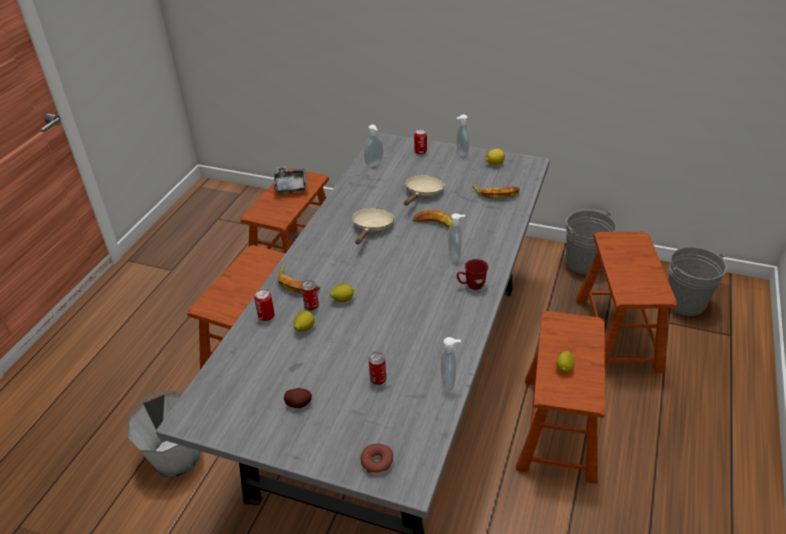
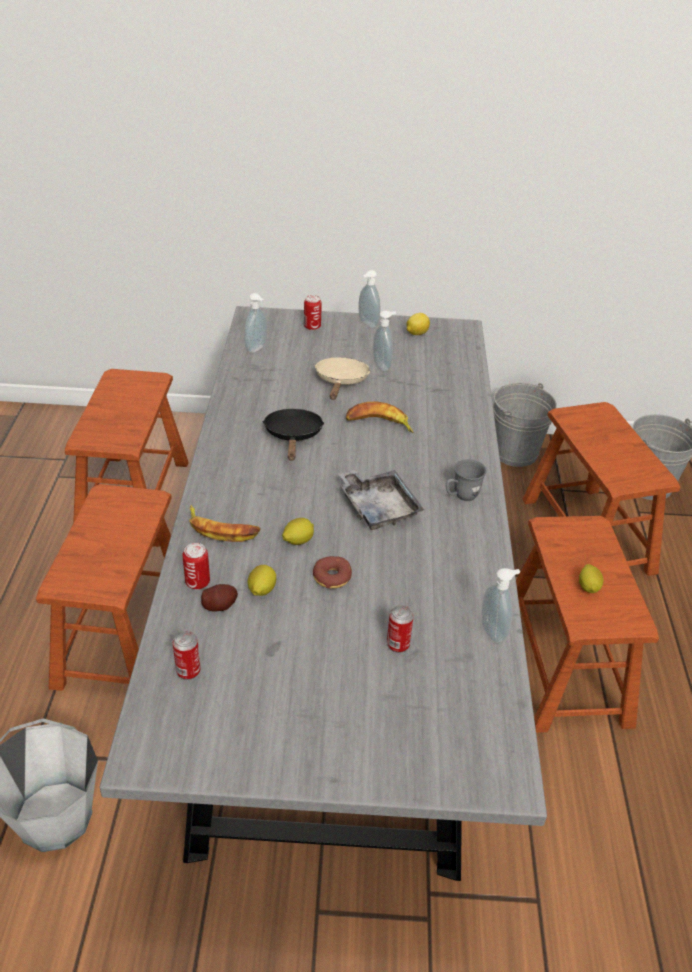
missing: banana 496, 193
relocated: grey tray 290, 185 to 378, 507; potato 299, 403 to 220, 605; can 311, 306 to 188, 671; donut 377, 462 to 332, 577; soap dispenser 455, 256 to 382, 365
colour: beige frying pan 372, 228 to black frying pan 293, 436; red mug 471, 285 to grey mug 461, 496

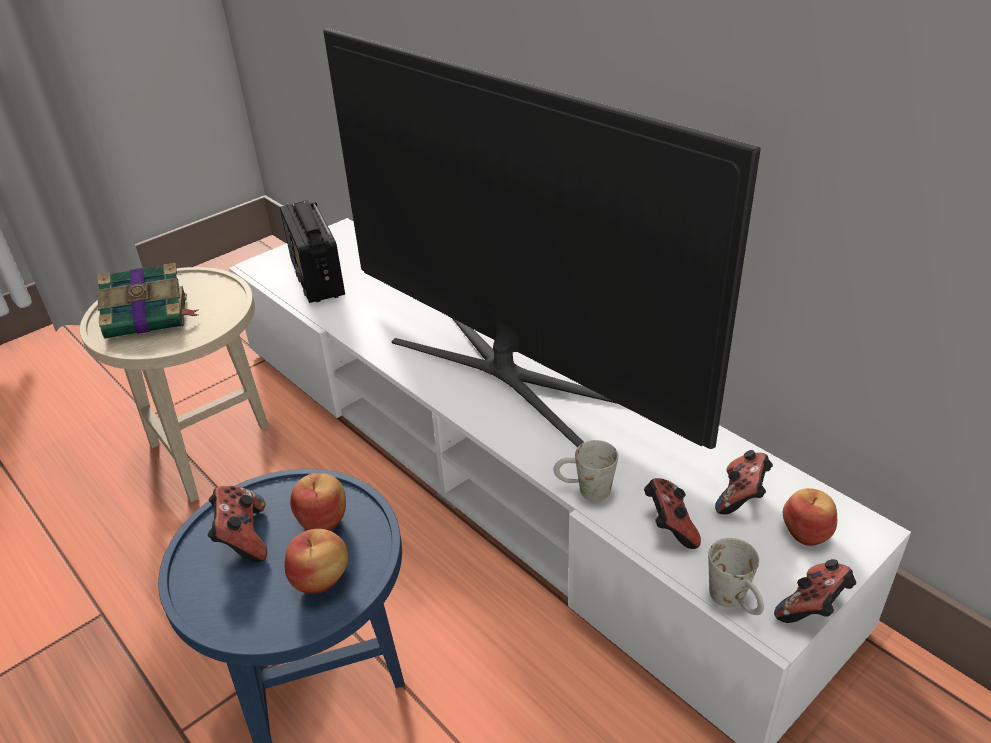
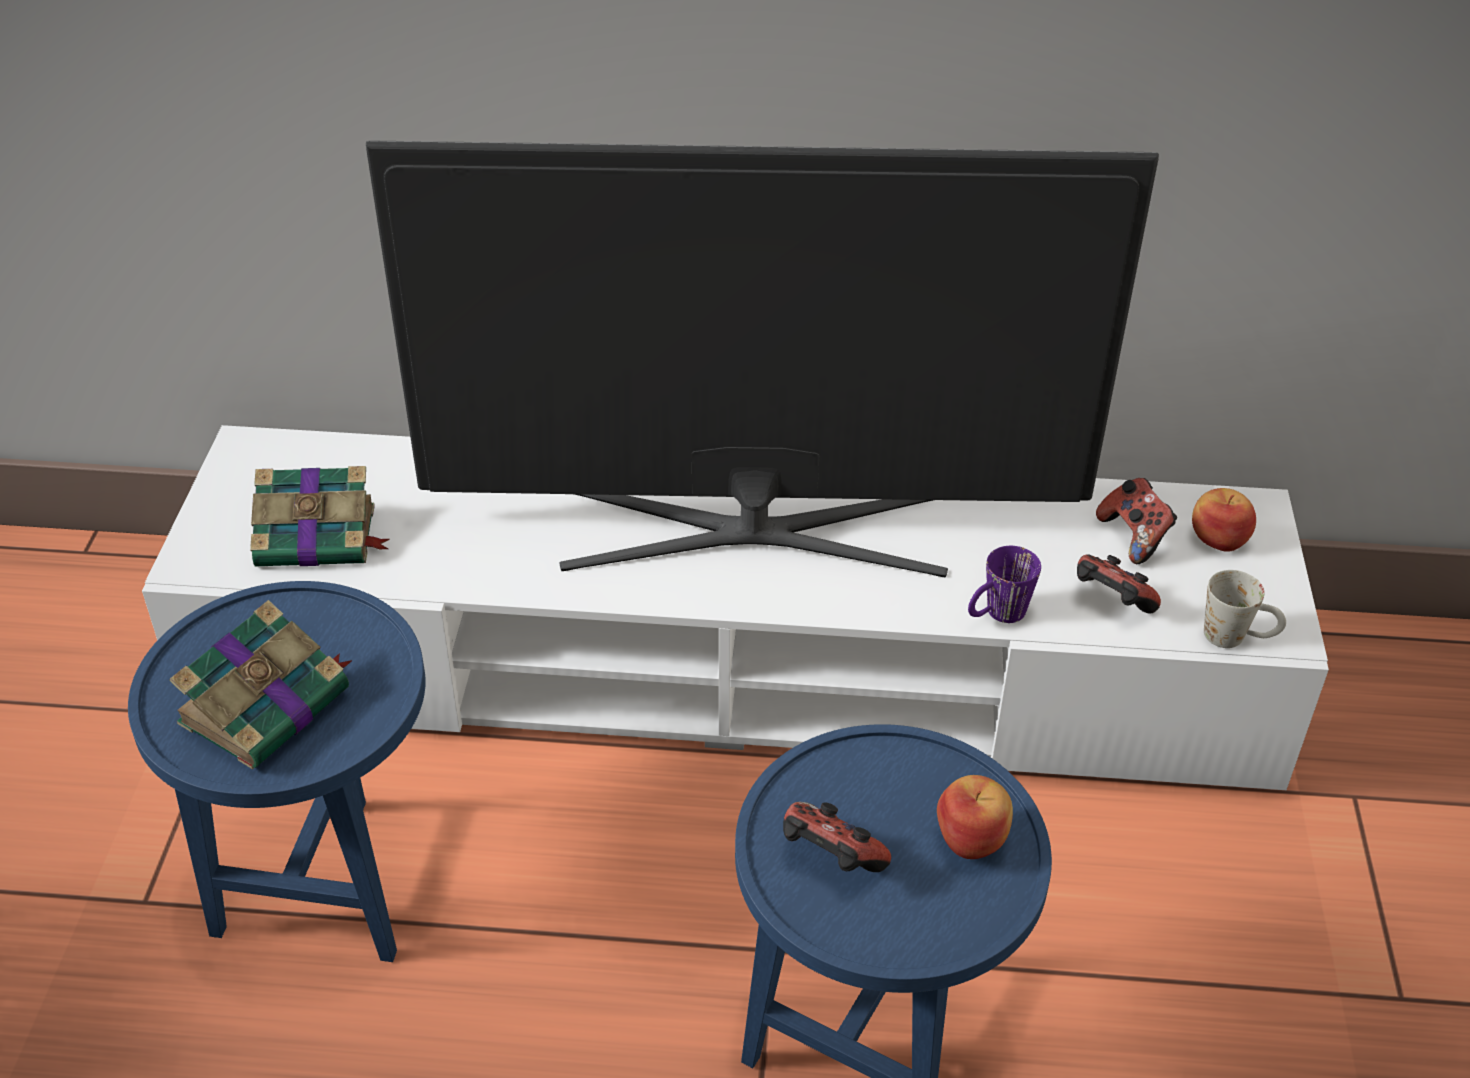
missing: apple 323, 520; game controller 813, 608
exchanged: radio 317, 278 to book 319, 537
colour: beige side table 214, 451 to blue side table 328, 881; white mug 584, 490 to purple mug 996, 615

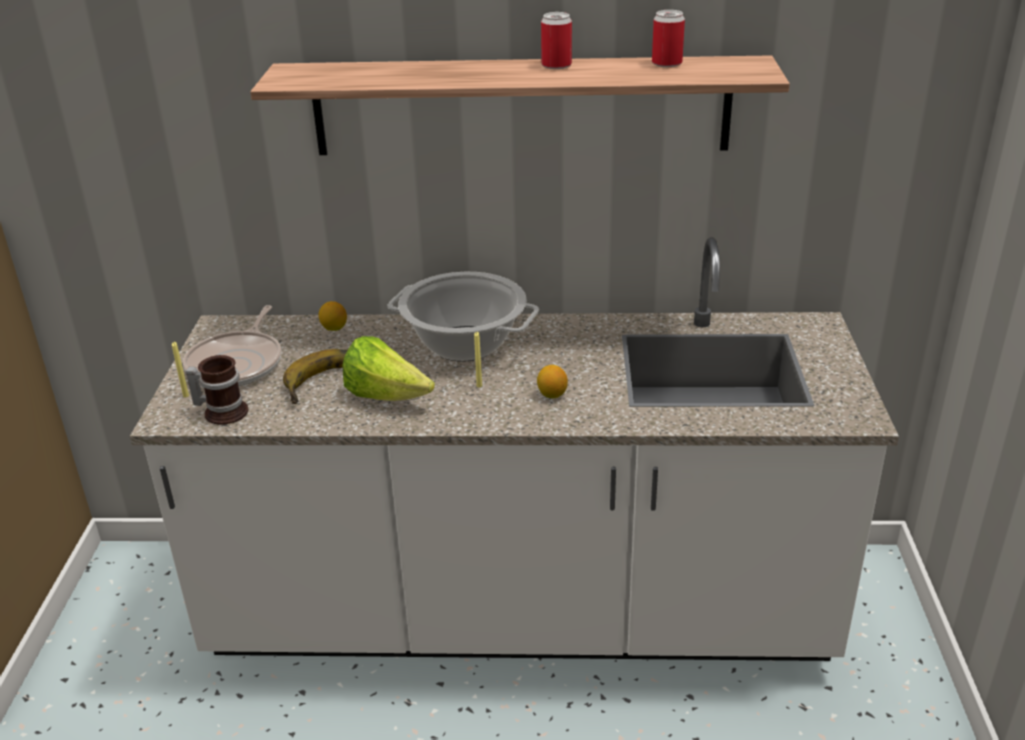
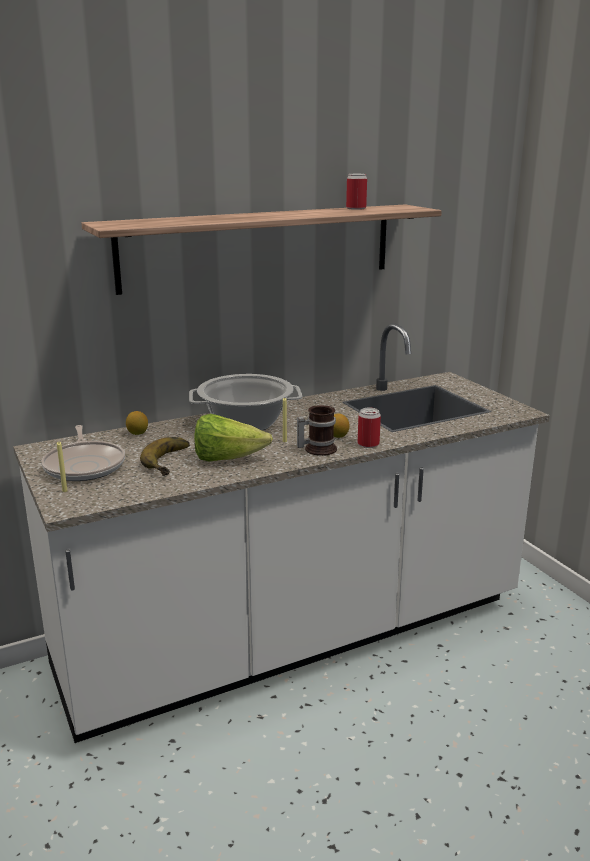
relocated: mug 223, 411 to 317, 449; can 556, 65 to 368, 444

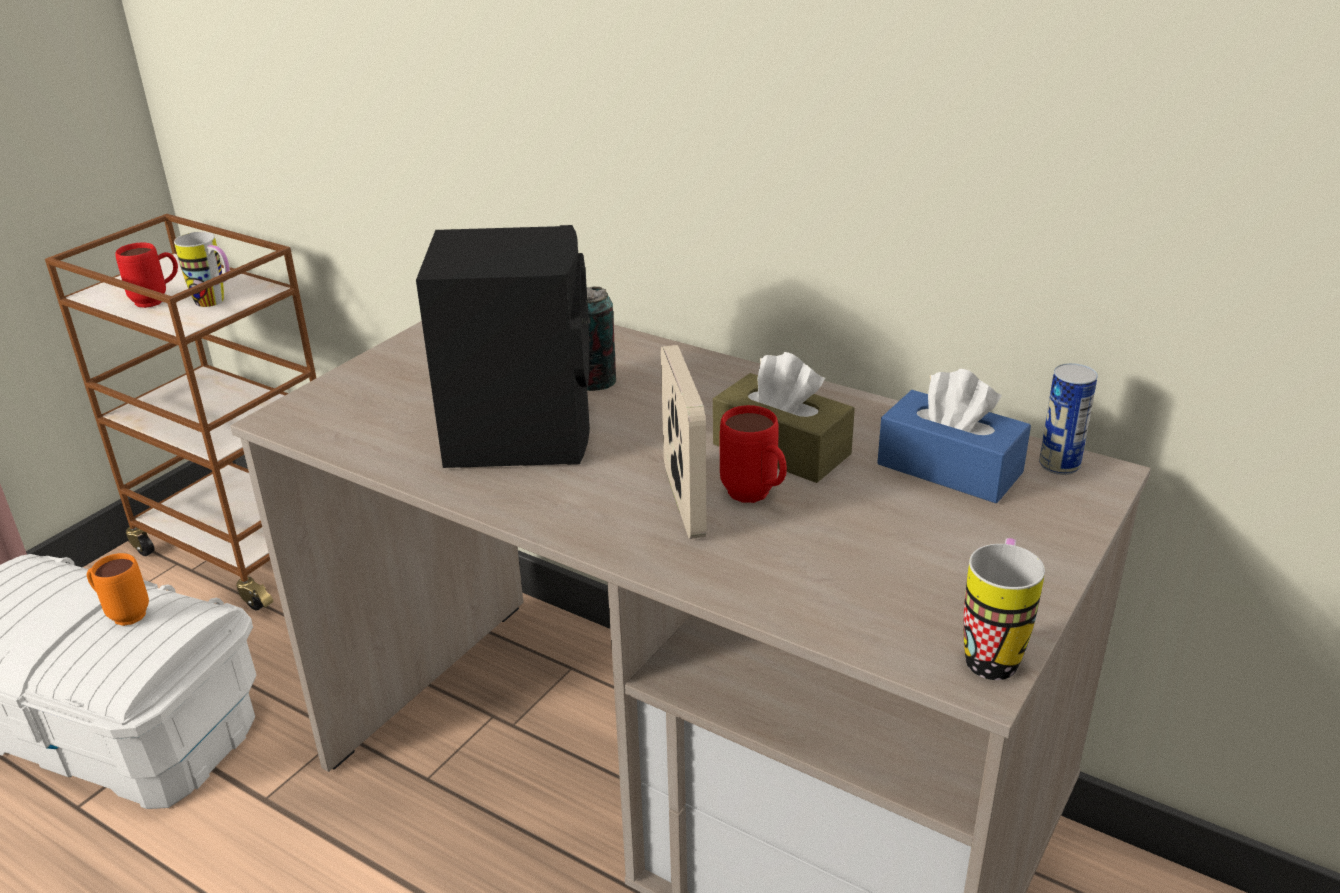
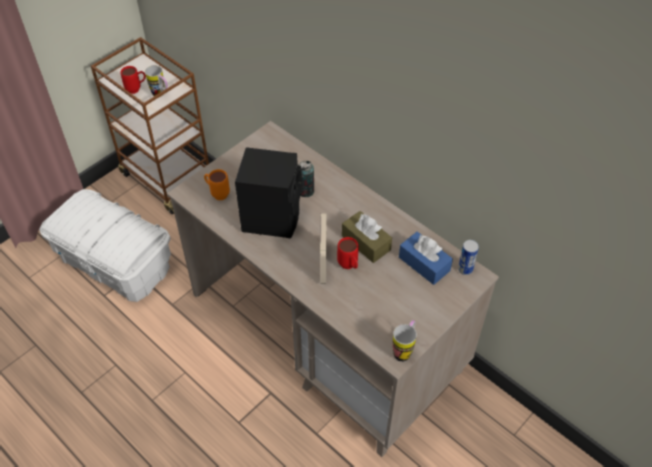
relocated: orange mug 123, 614 to 217, 193

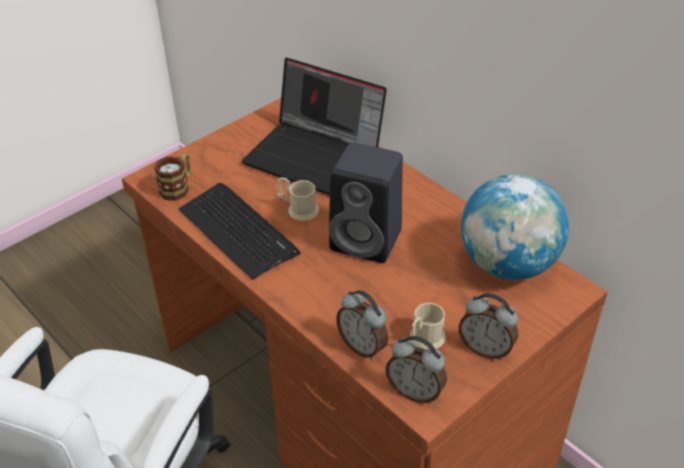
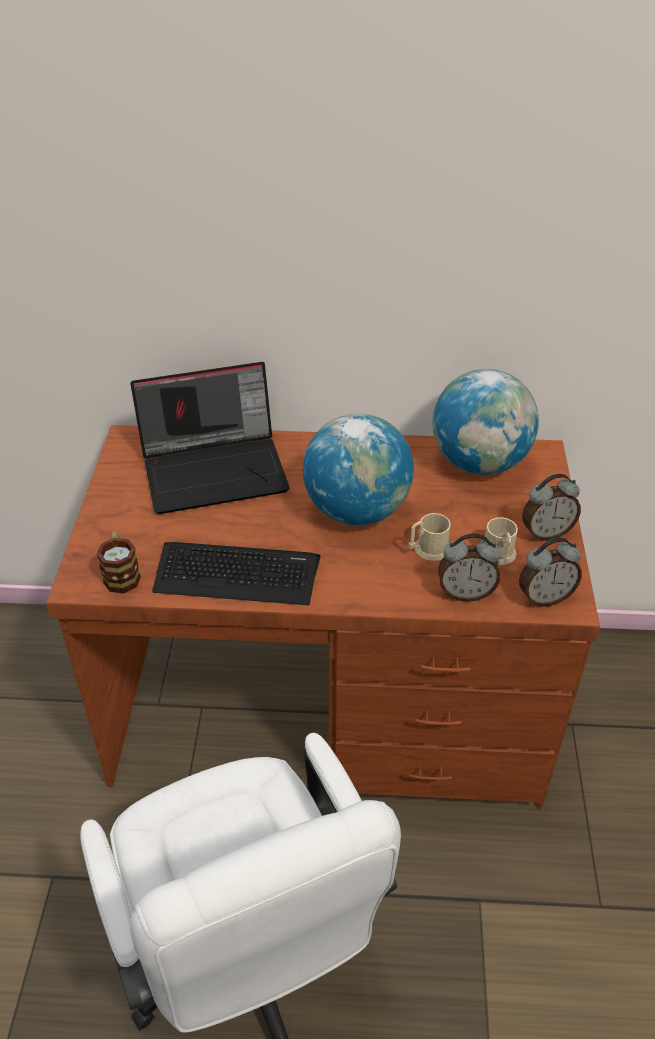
relocated: beige mug 298, 209 to 427, 549
exchanged: black speaker 368, 240 to globe 356, 510

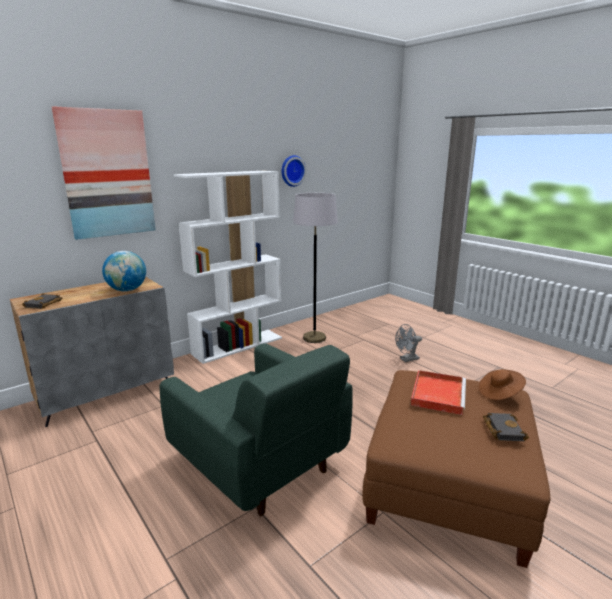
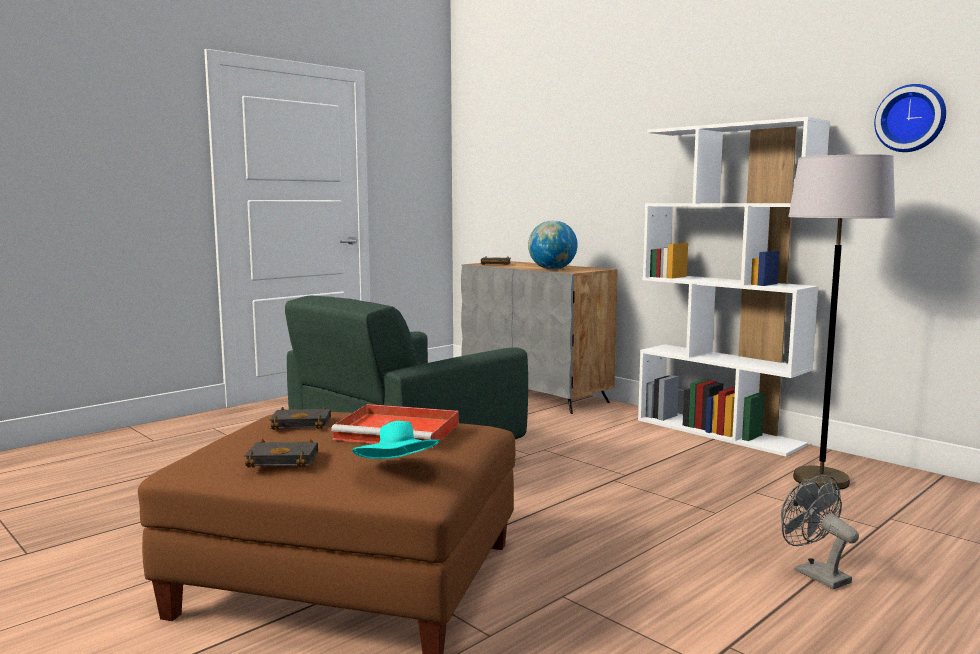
missing: picture 107, 174
appeared: black book 303, 423
colour: brown hat 499, 393 to turquoise hat 398, 470

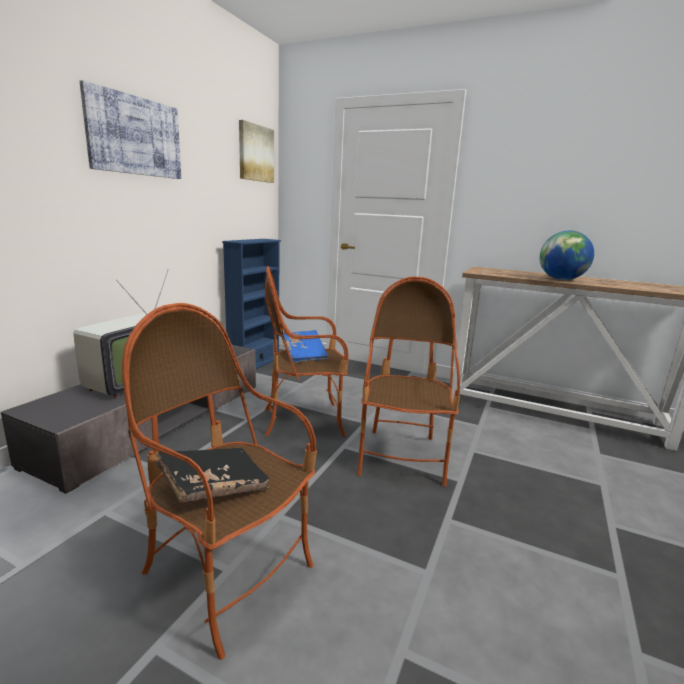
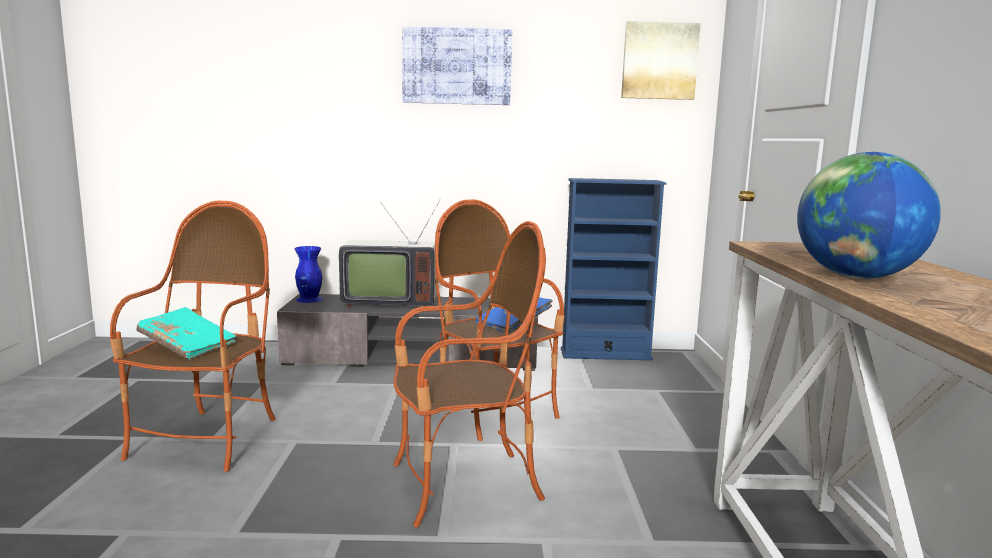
appeared: blue vase 309, 299
colour: black book 214, 486 to turquoise book 188, 346

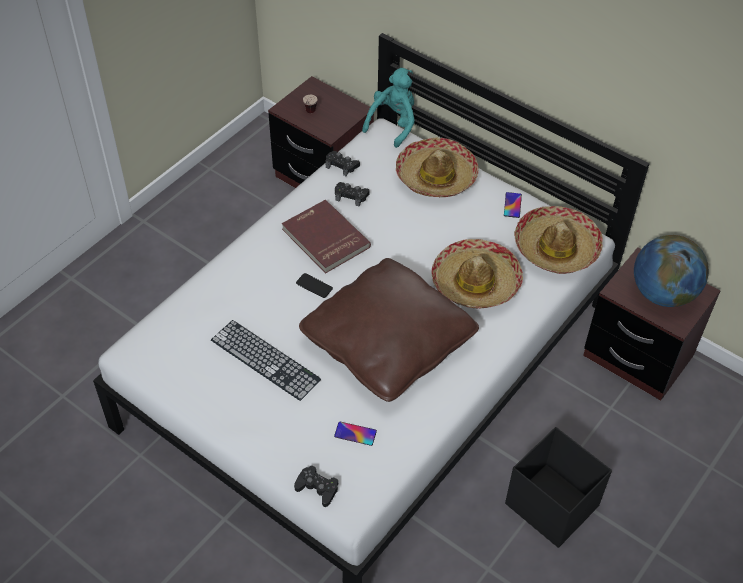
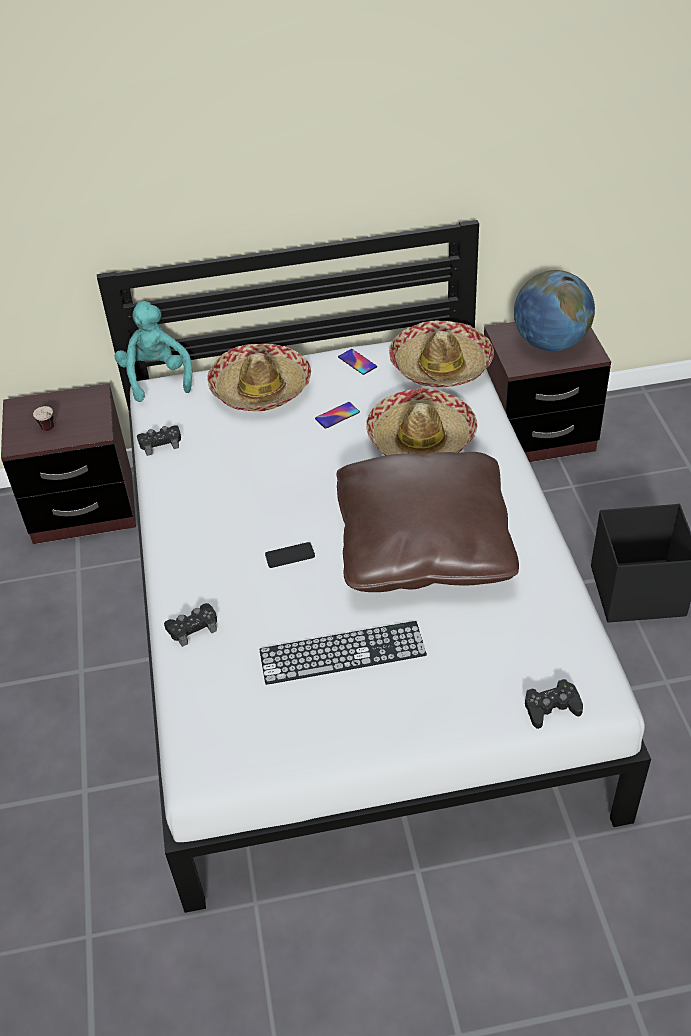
missing: red book 324, 239
relocated: phone 355, 434 to 337, 415; black game controller 351, 196 to 193, 628

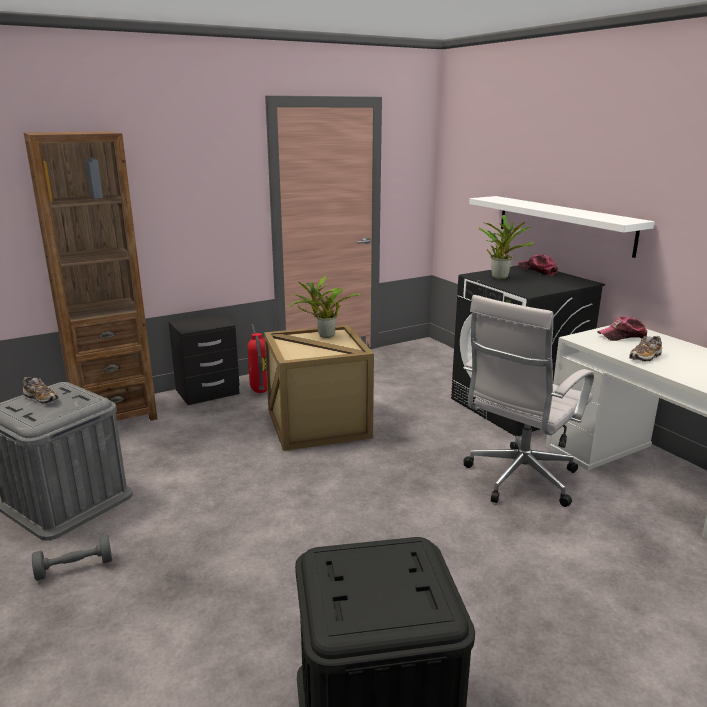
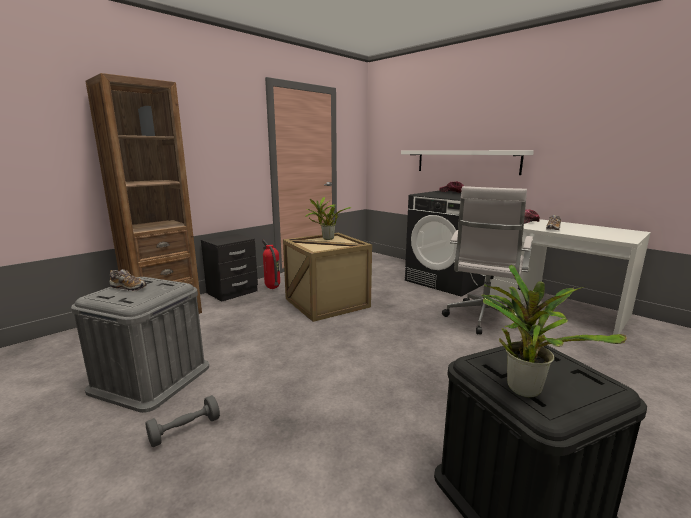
relocated: potted plant 500, 277 to 522, 386

